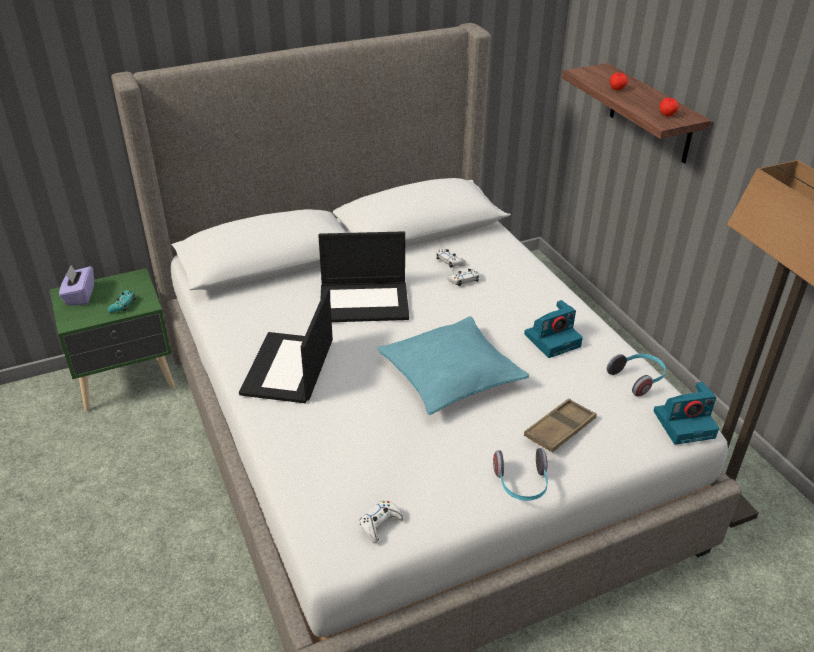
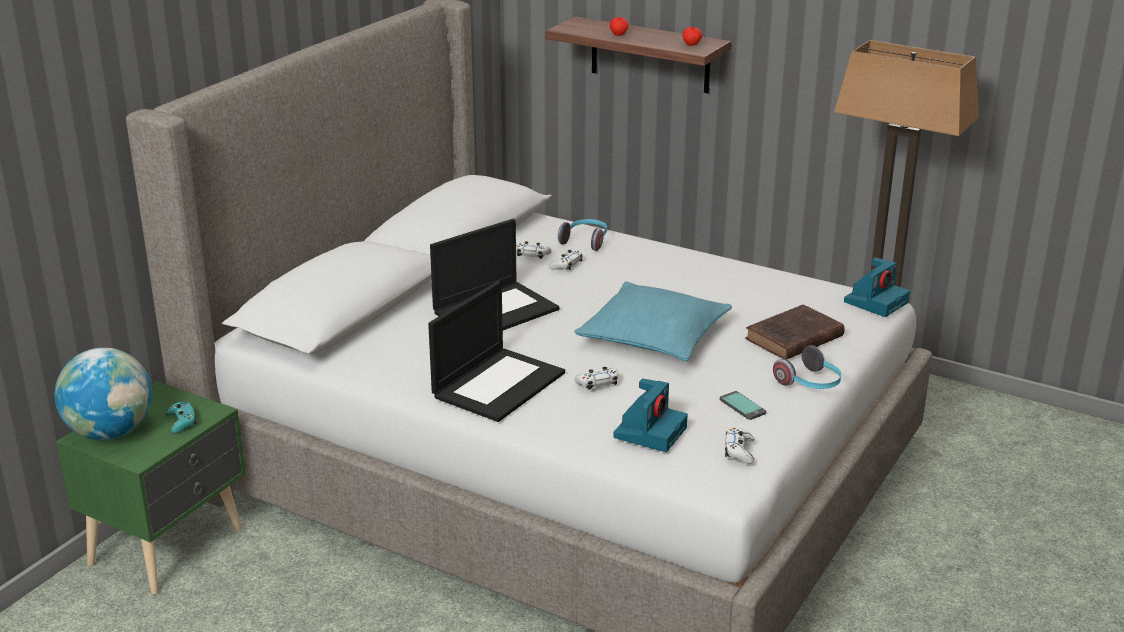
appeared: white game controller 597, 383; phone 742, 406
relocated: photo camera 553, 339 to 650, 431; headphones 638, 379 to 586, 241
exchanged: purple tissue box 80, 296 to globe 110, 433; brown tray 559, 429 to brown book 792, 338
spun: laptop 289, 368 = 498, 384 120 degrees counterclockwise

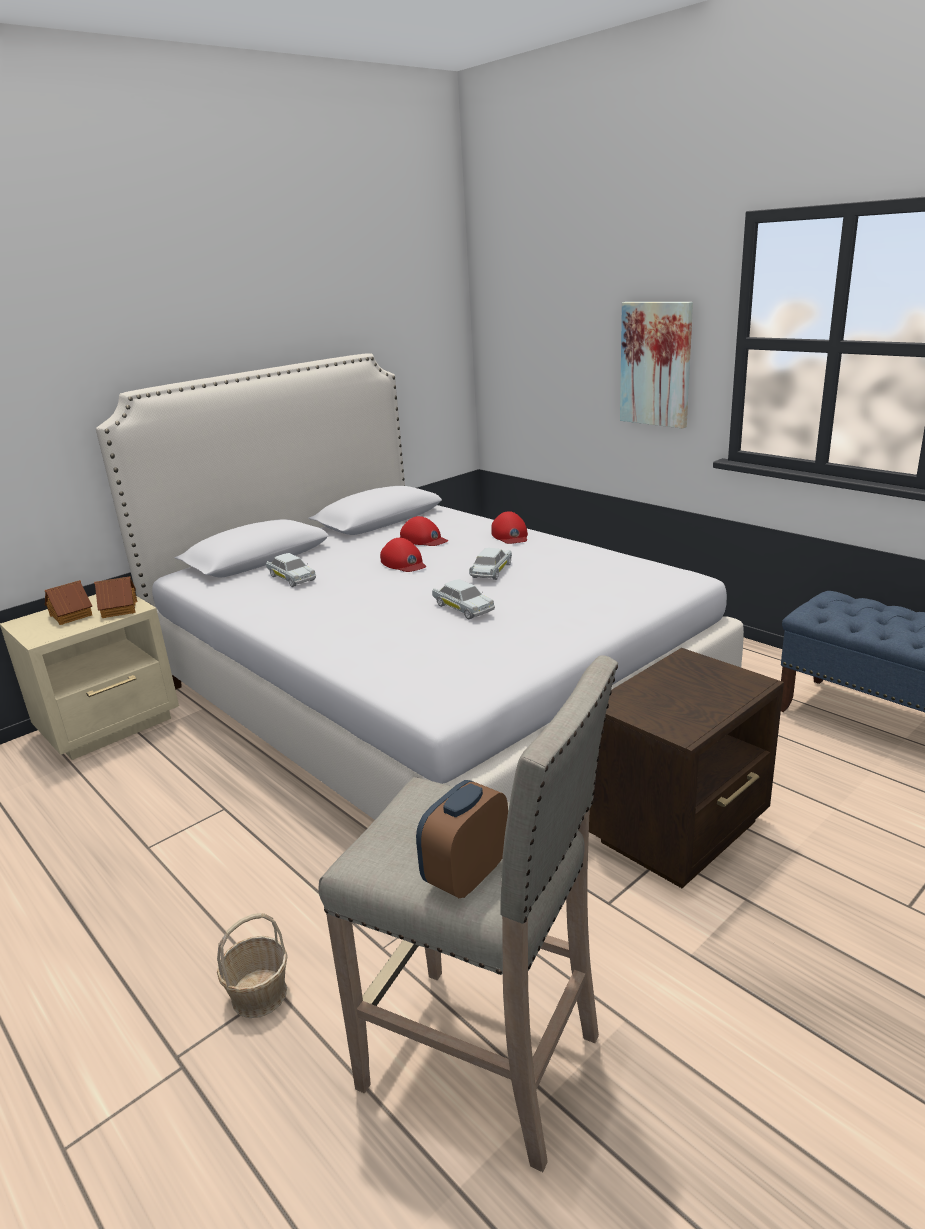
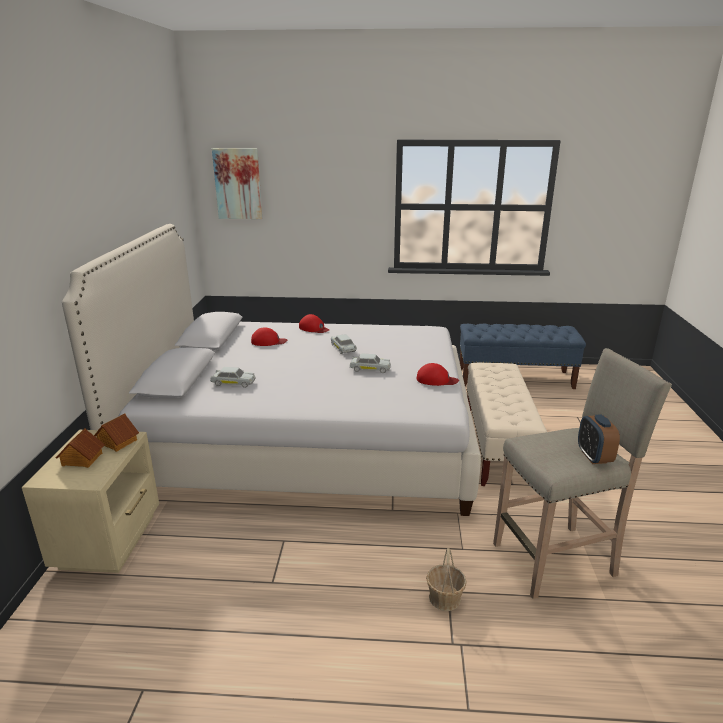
relocated: red cap 404, 563 to 436, 380; picture 656, 364 to 238, 184
exchanged: brown nightstand 681, 832 to beige bench 497, 446

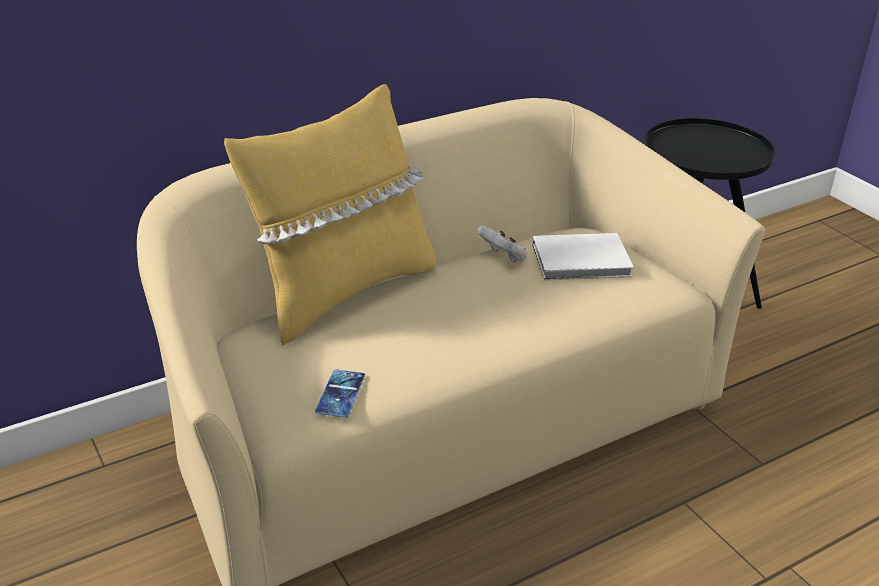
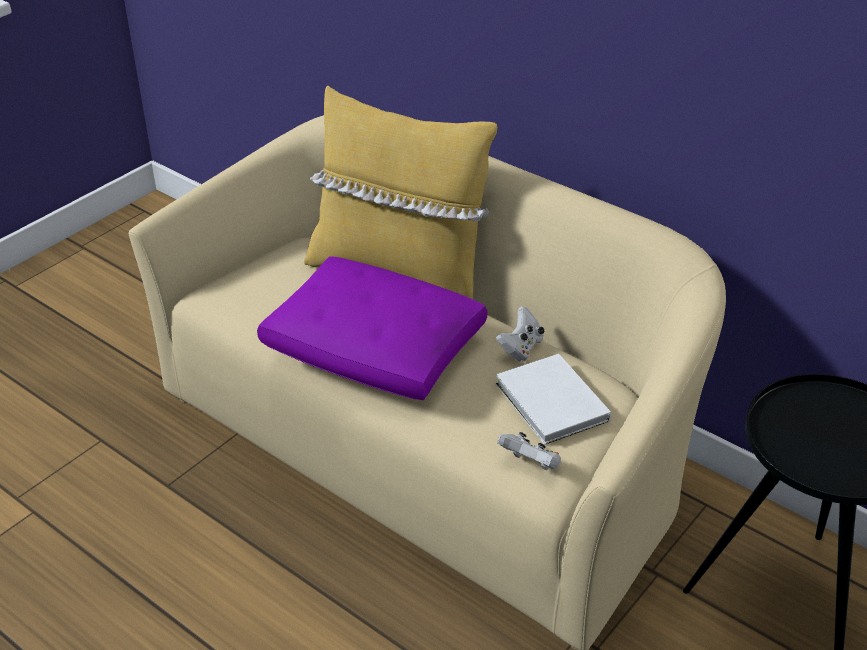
missing: phone 340, 394
appeared: purple pillow 376, 349; white game controller 530, 464

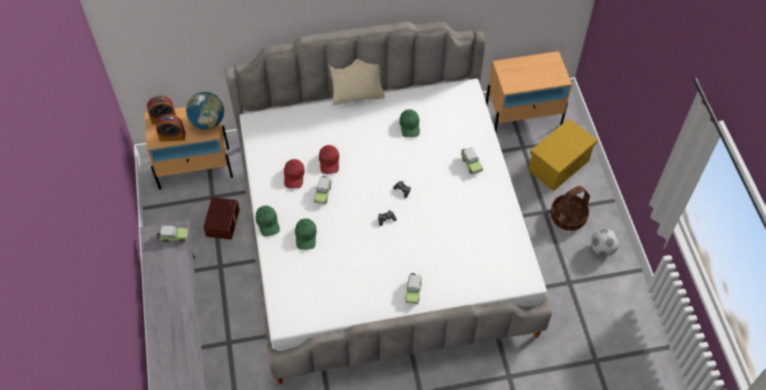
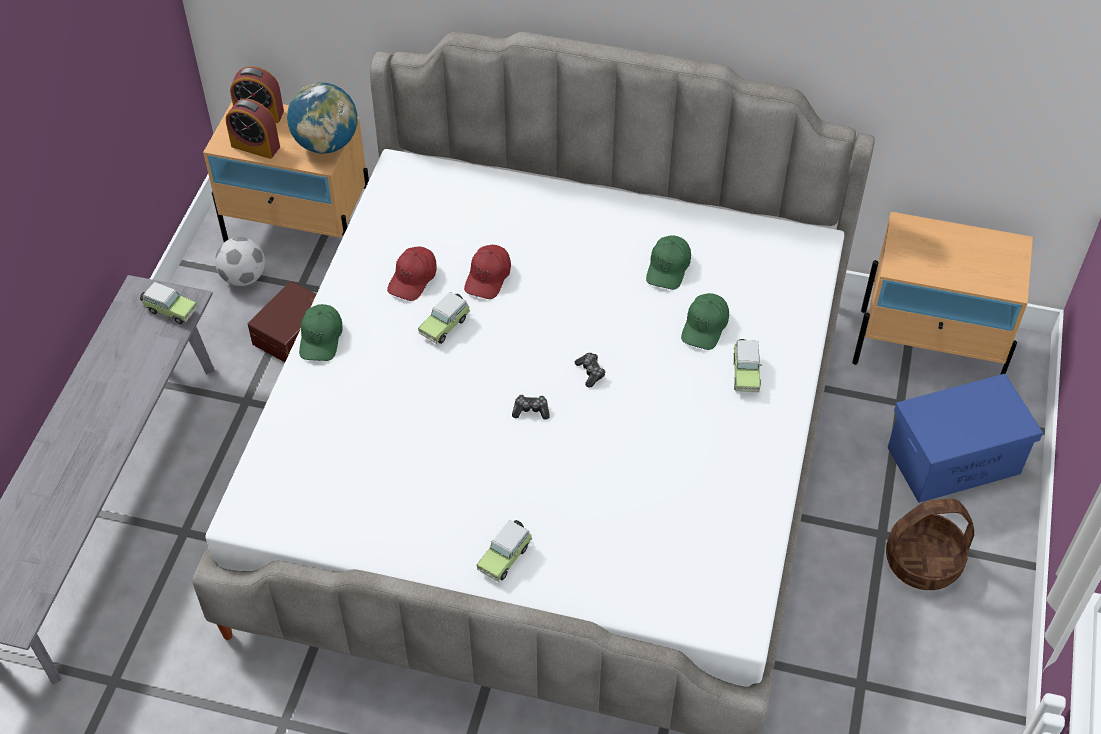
missing: beige pillow 357, 95
relocated: green cap 306, 236 to 705, 326; football 602, 249 to 243, 278
colour: yellow storage box 558, 166 to blue storage box 952, 461

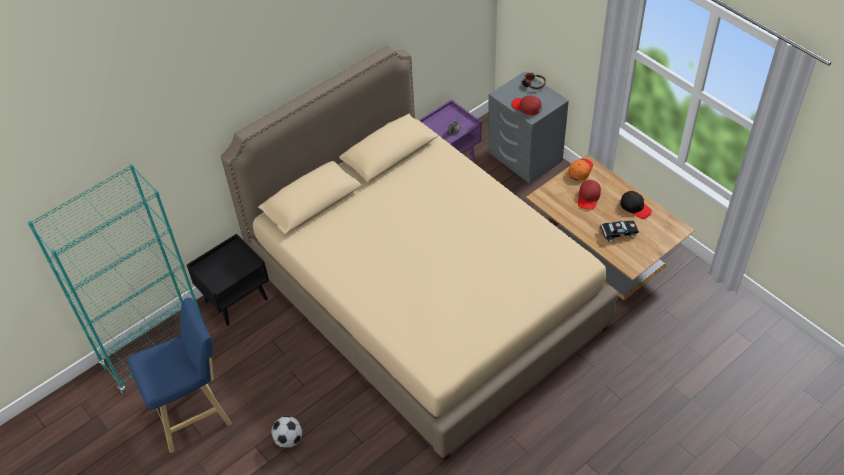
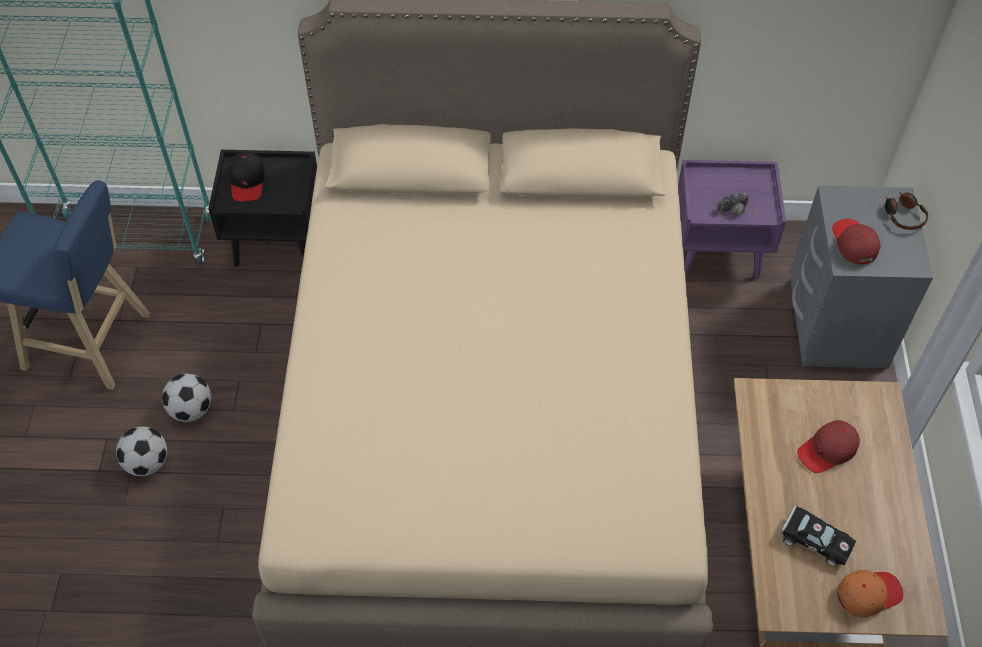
appeared: football 191, 409
relocated: orange cap 580, 170 to 868, 594; black cap 635, 207 to 247, 181

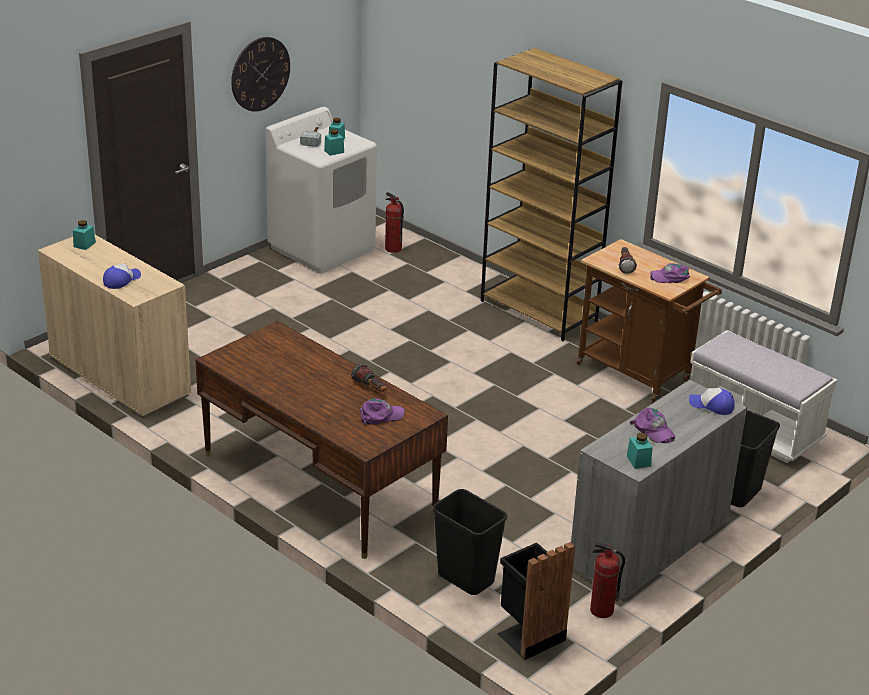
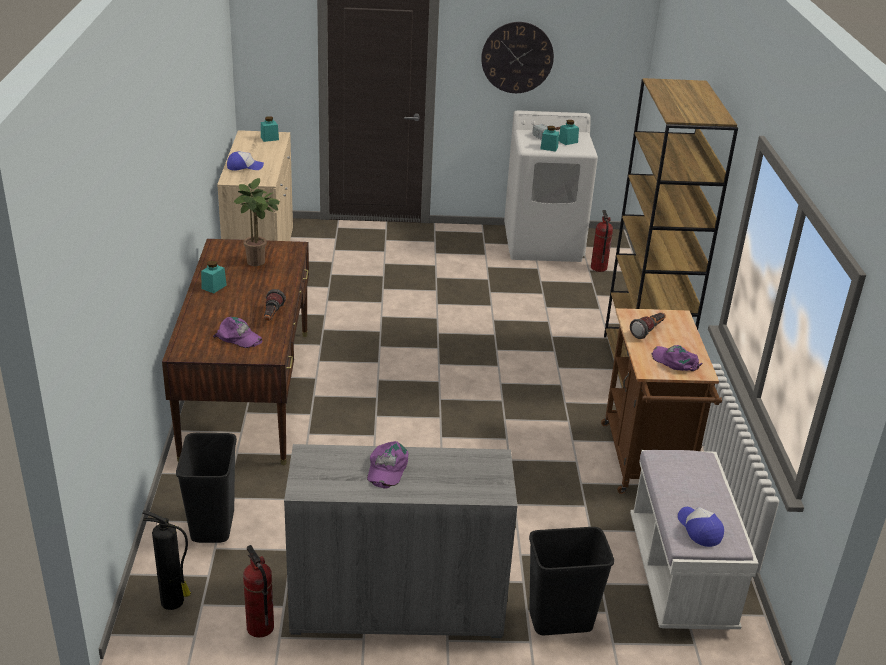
appeared: potted plant 258, 263
relocated: turquoise jar 638, 461 to 214, 287; cap 711, 405 to 699, 529
exchanged: black trash can 529, 635 to fire extinguisher 174, 602

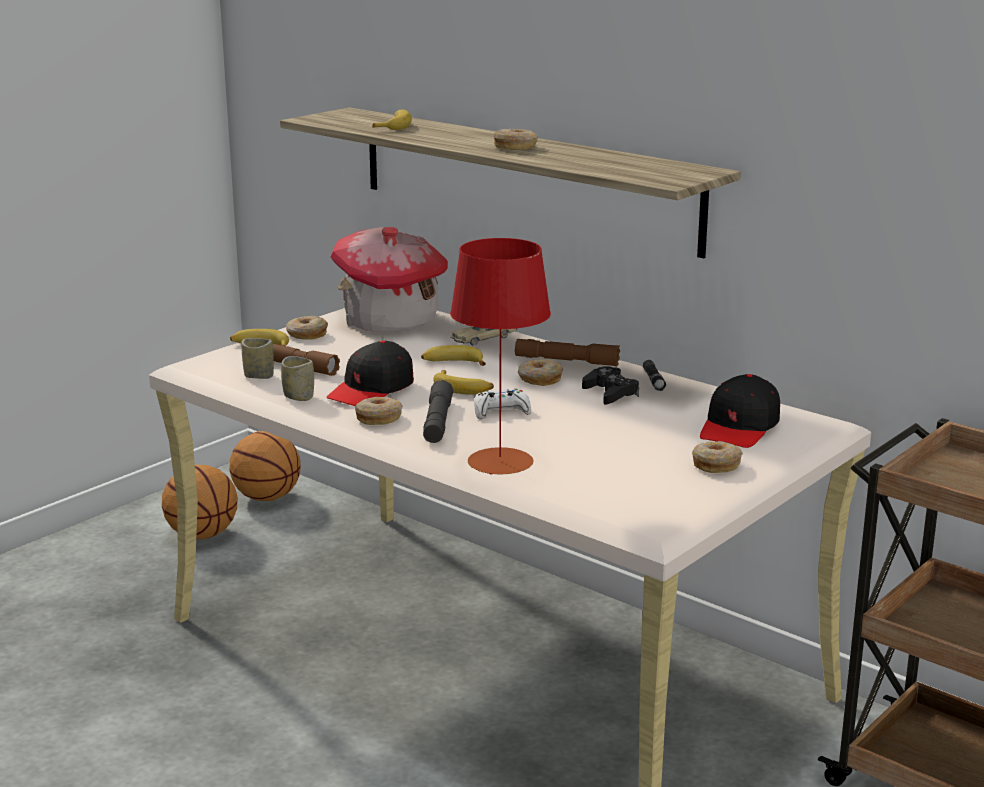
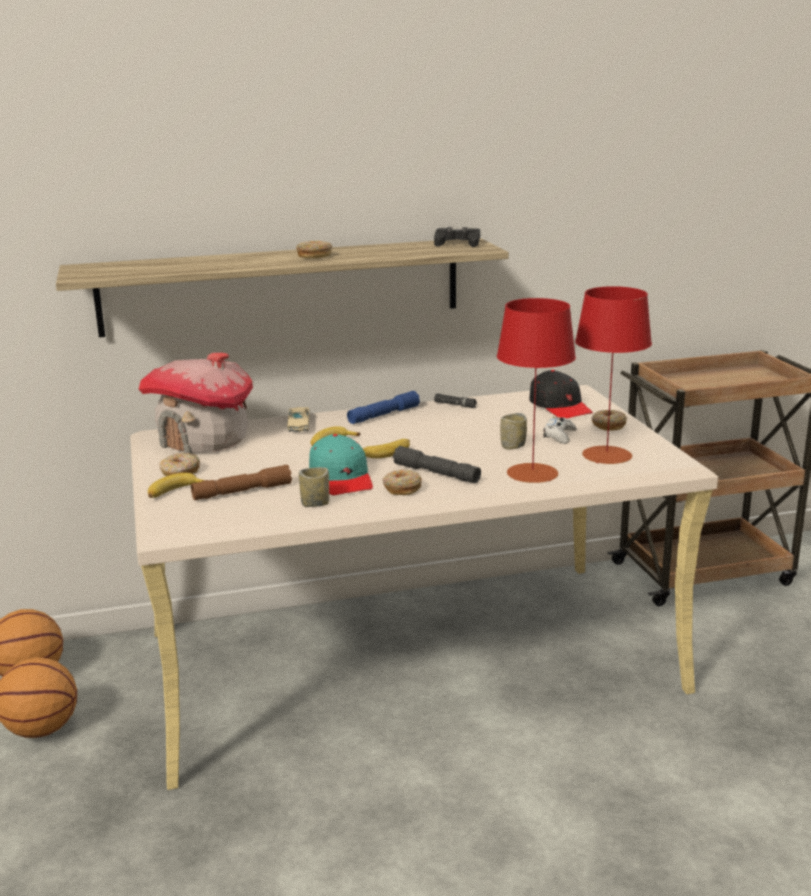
missing: banana 393, 126; donut 539, 379
appeared: red table lamp 606, 455
relocated: cup 259, 376 to 513, 446; white game controller 501, 412 to 559, 436; black game controller 610, 393 to 457, 244
colour: black cap 372, 390 to turquoise cap 342, 478; brown flashlight 566, 361 to blue flashlight 383, 415

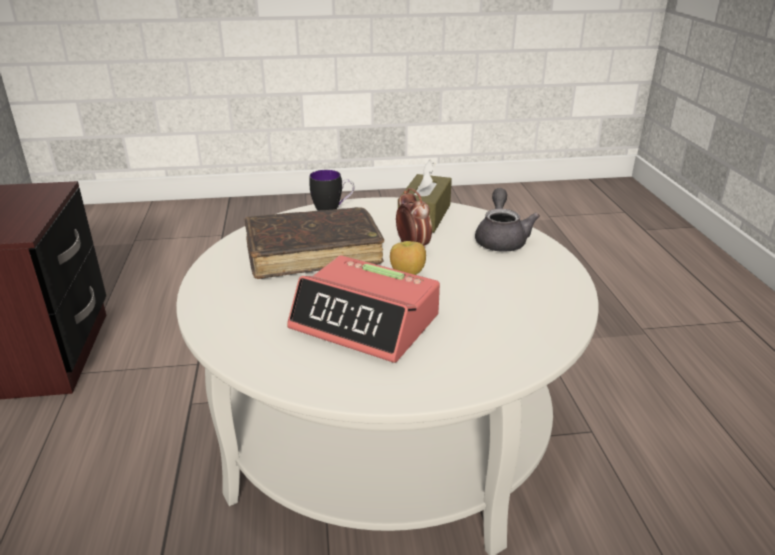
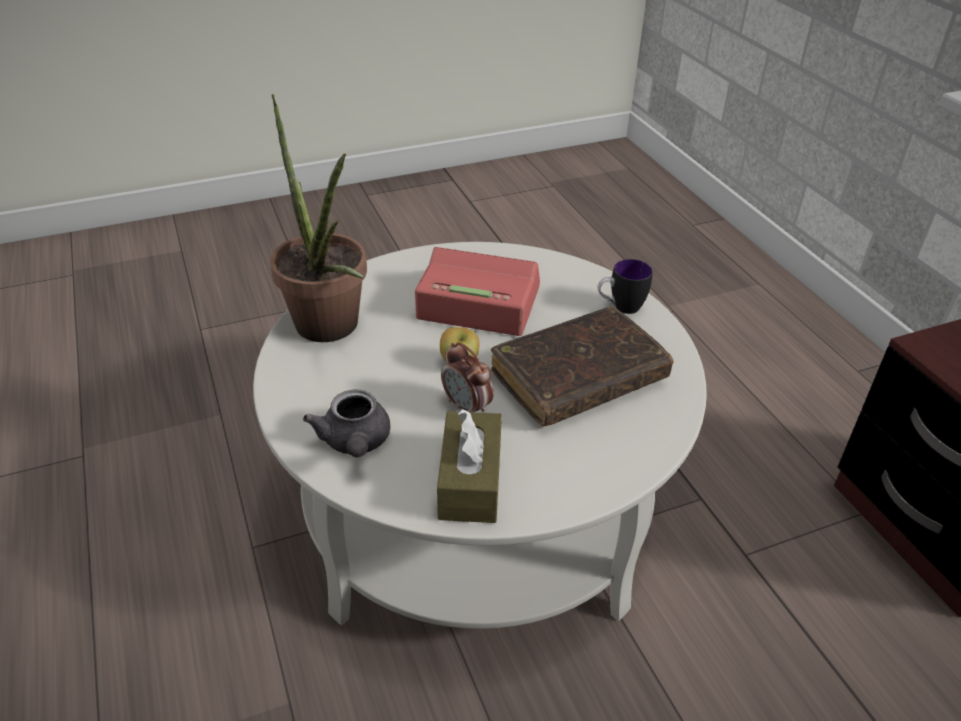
appeared: potted plant 331, 332
relocated: mug 333, 209 to 620, 308

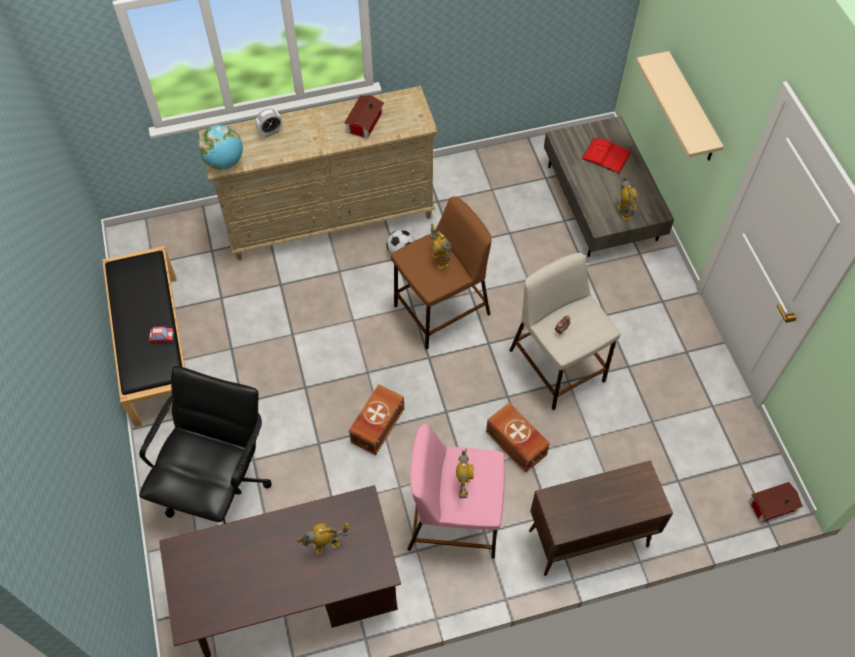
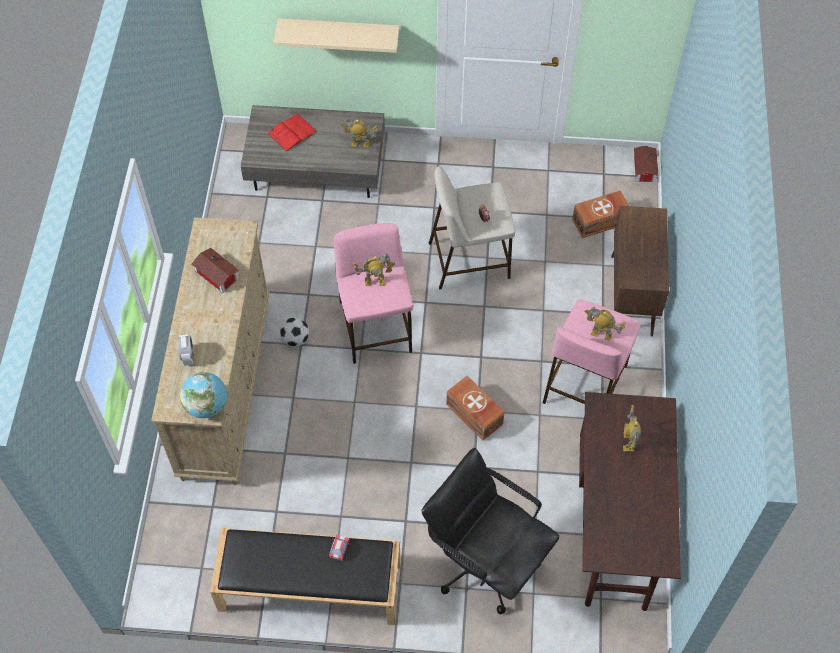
relocated: brown storage box 516, 444 to 600, 222
colour: brown stool 441, 311 to pink stool 376, 327

